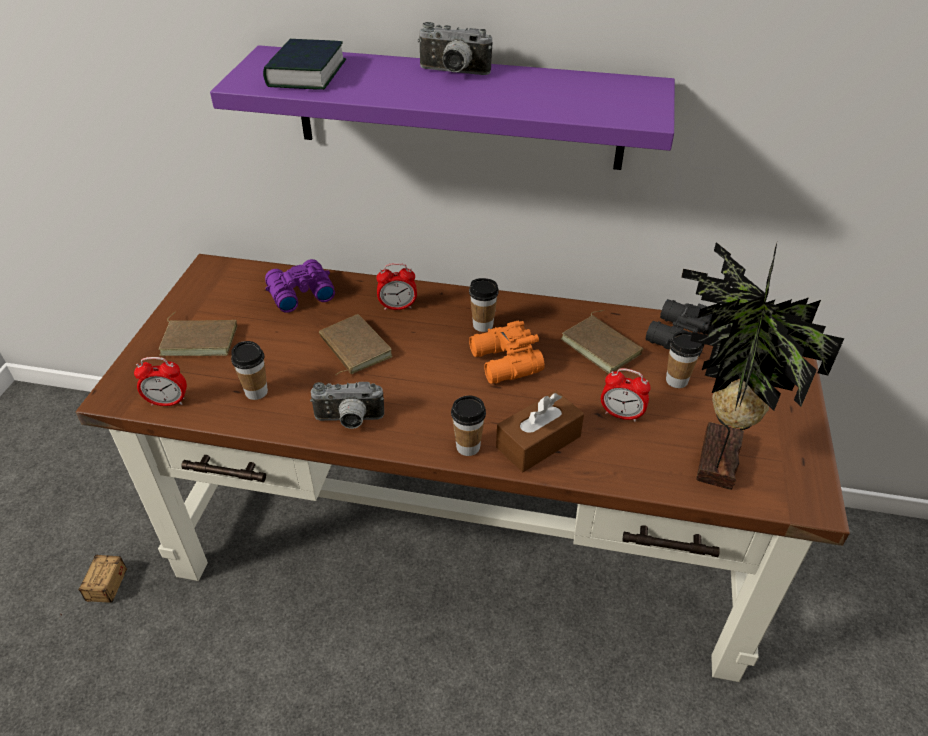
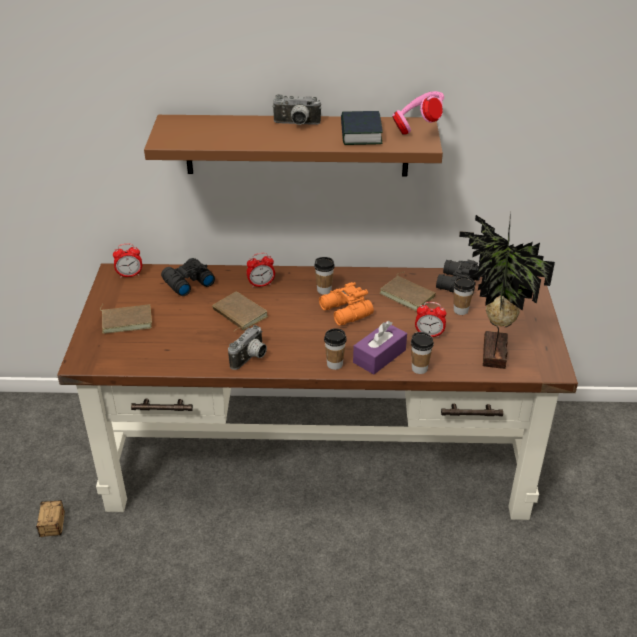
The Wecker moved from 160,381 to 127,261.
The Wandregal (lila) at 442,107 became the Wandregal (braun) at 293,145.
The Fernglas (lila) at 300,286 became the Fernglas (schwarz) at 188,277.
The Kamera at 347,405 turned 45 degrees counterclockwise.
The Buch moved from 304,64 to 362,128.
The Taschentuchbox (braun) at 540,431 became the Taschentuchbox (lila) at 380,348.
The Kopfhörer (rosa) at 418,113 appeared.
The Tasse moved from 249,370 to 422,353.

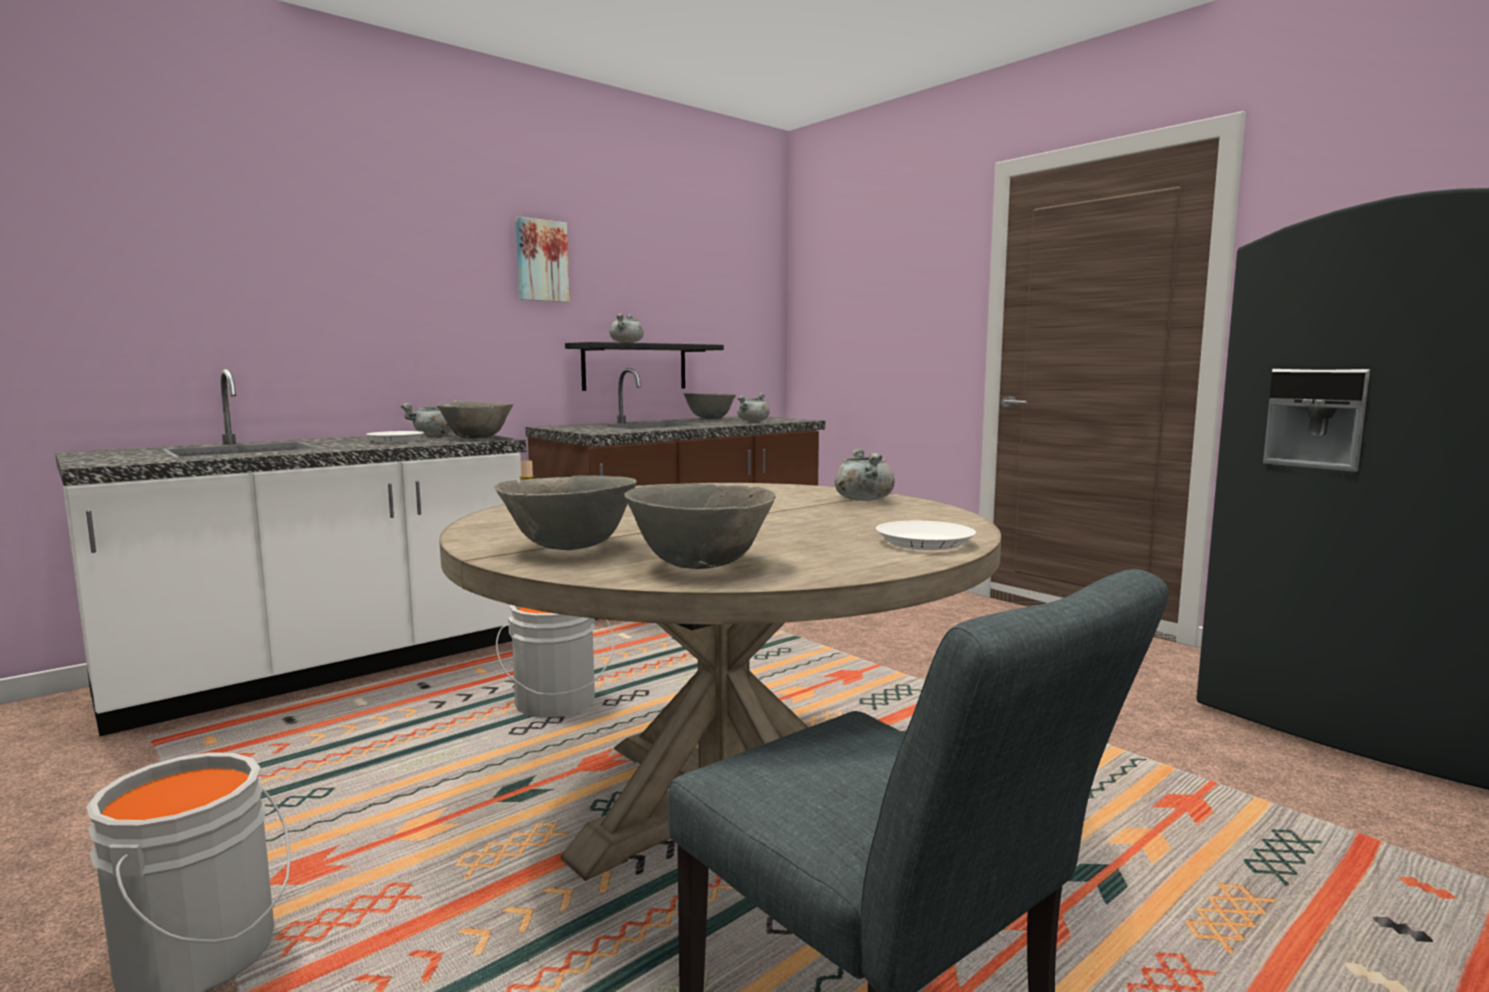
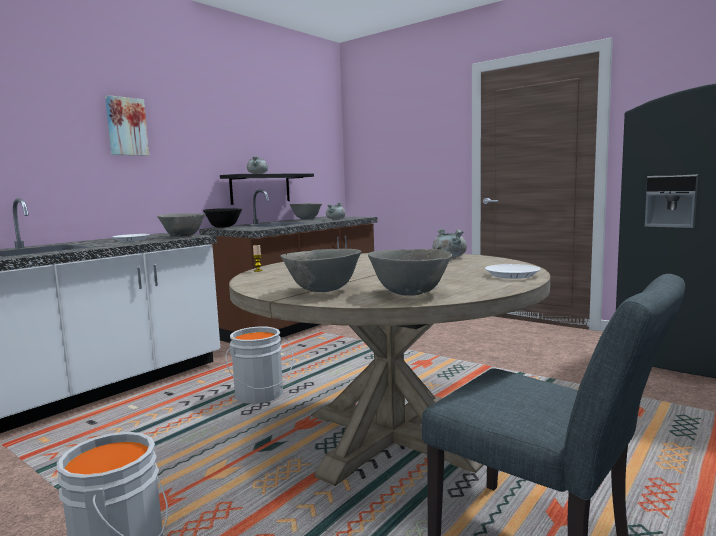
The Bild moved from 543,259 to 127,125.
The Schüssel (schwarz) at 222,218 appeared.
The Kochtopf (grau) at 430,418 disappeared.

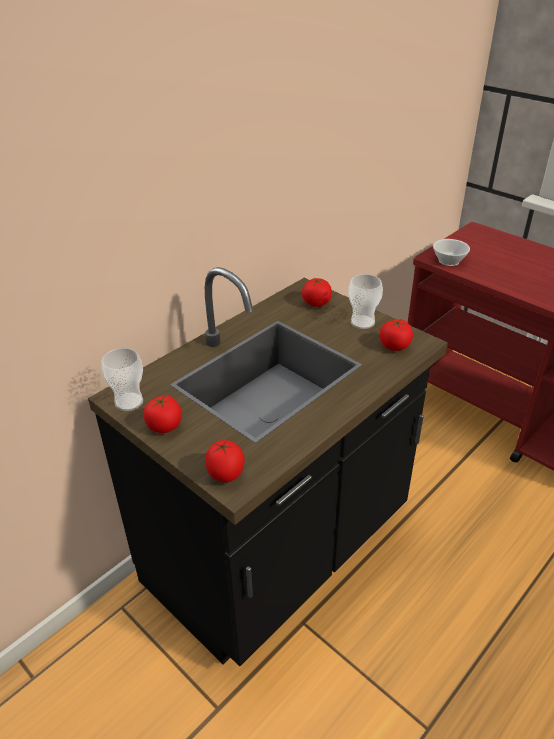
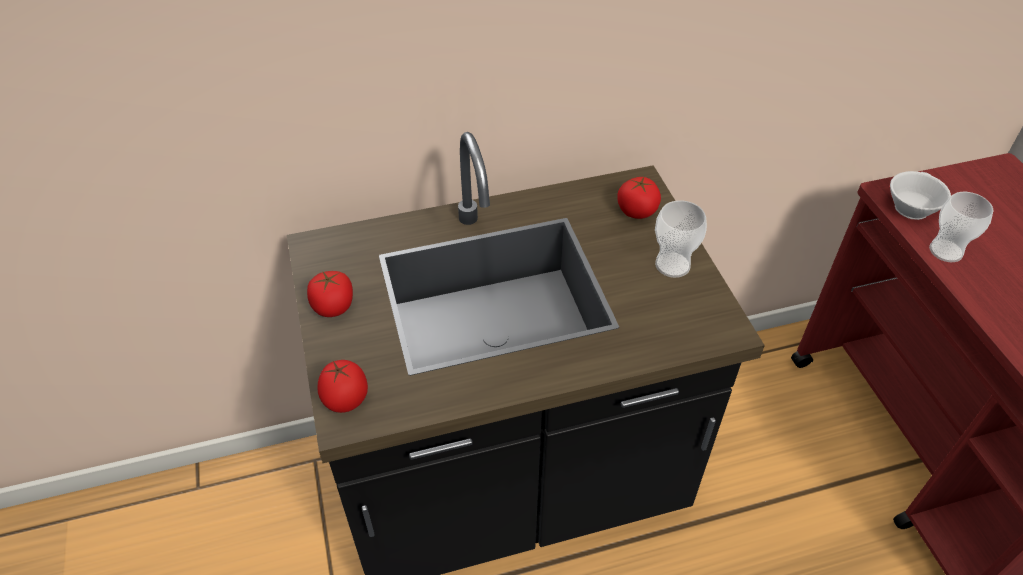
The Tasse moved from 122,379 to 961,227.
The Tomate at 396,335 disappeared.

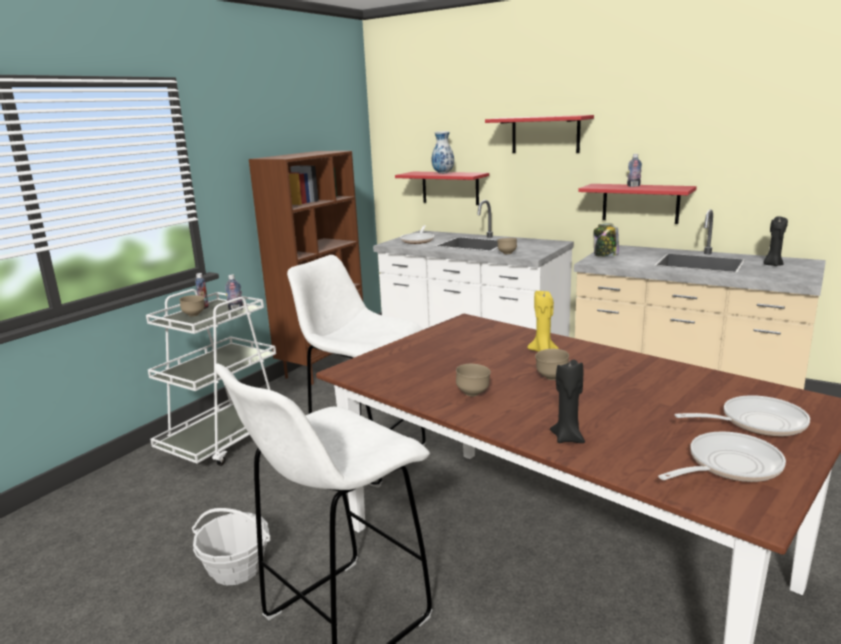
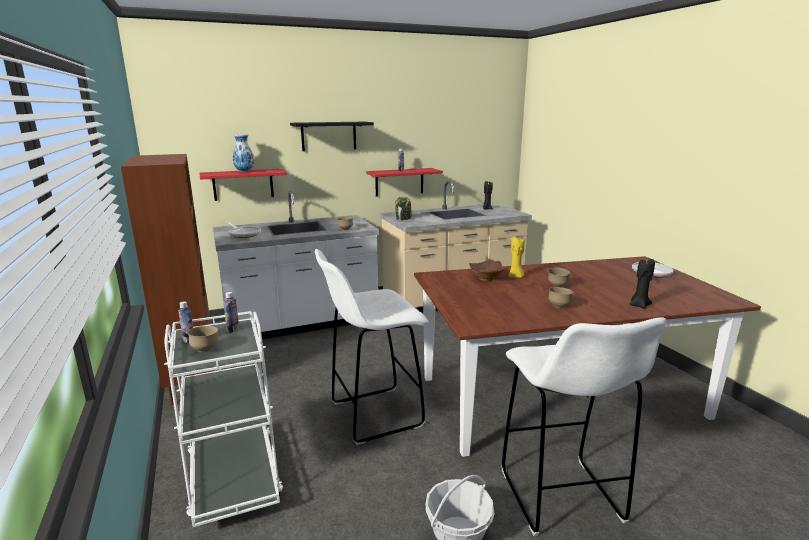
The Wandregal (rot) at 539,134 became the Wandregal (schwarz) at 332,136.
The Schüssel (braun) at 487,270 appeared.
The Pfanne at 722,456 disappeared.

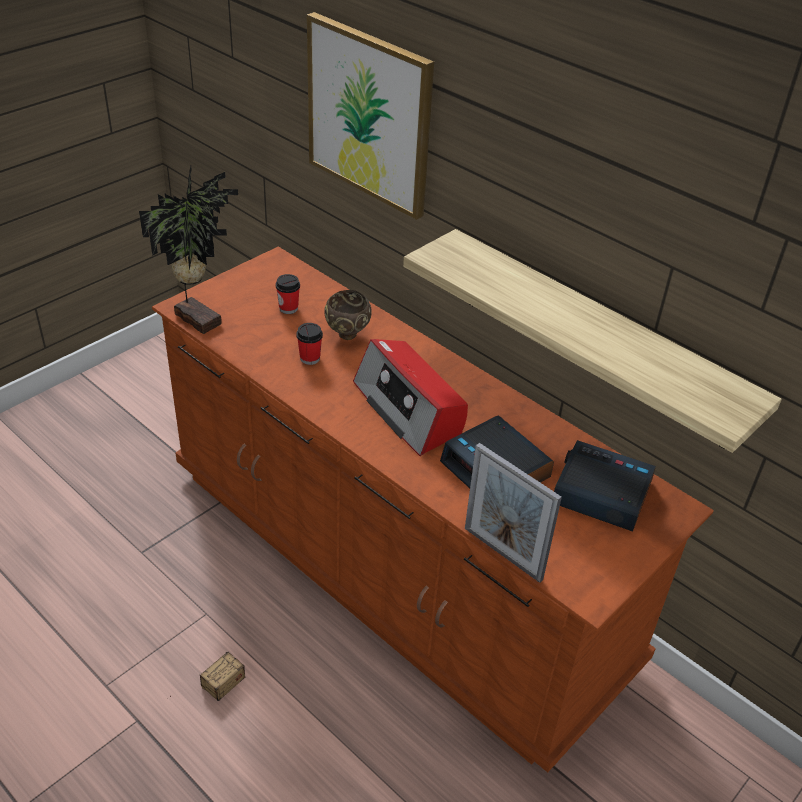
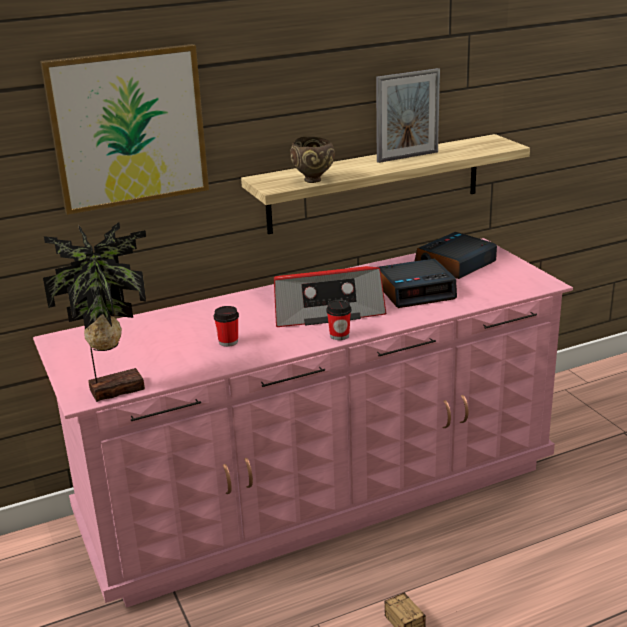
The Kommode (braun) at 433,510 became the Kommode (rosa) at 303,423.
The Schüssel (braun) moved from 348,315 to 312,160.
The Tasse moved from 287,294 to 338,320.
The Bilderrahmen moved from 513,513 to 408,115.

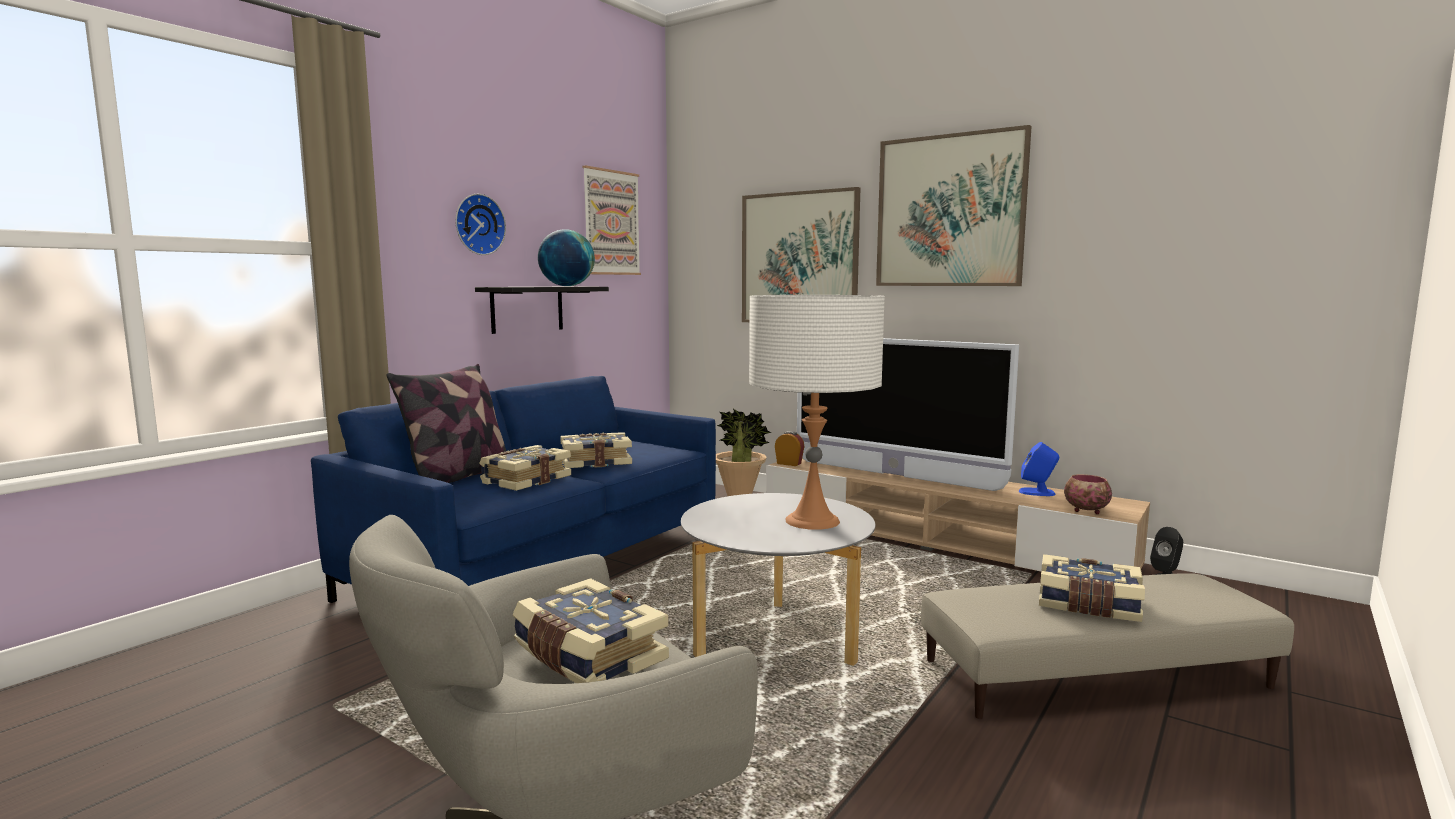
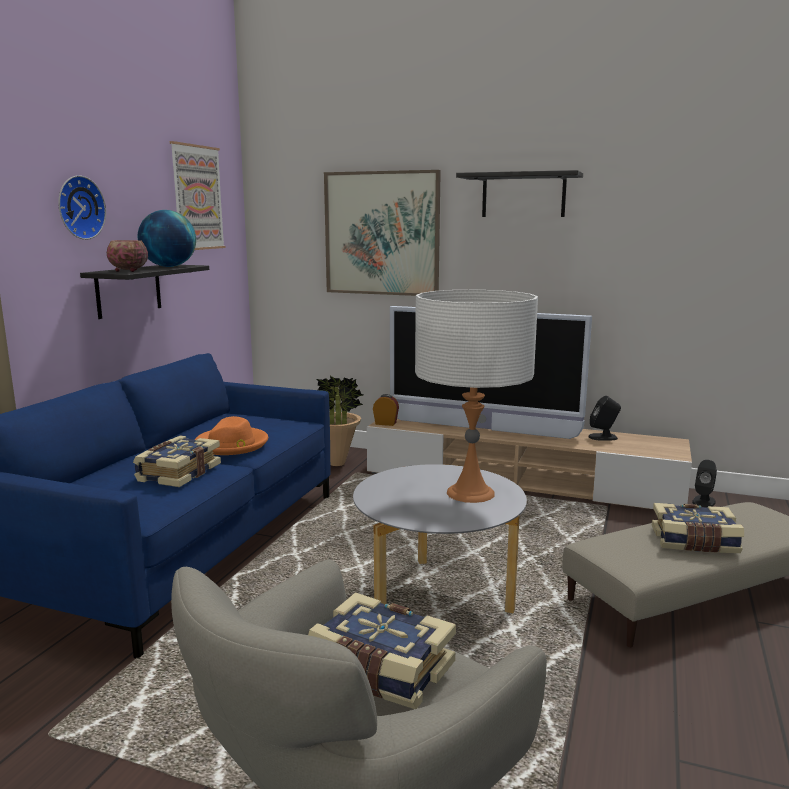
The Schüssel moved from 1088,494 to 127,256.
The Buch at 596,450 was replaced by the Hut (orange) at 231,435.
The Bild at 954,205 was replaced by the Wandregal (schwarz) at 519,193.
The Lautsprecher (blau) at 1039,469 became the Lautsprecher (schwarz) at 604,418.
The Kissen at 446,423 disappeared.

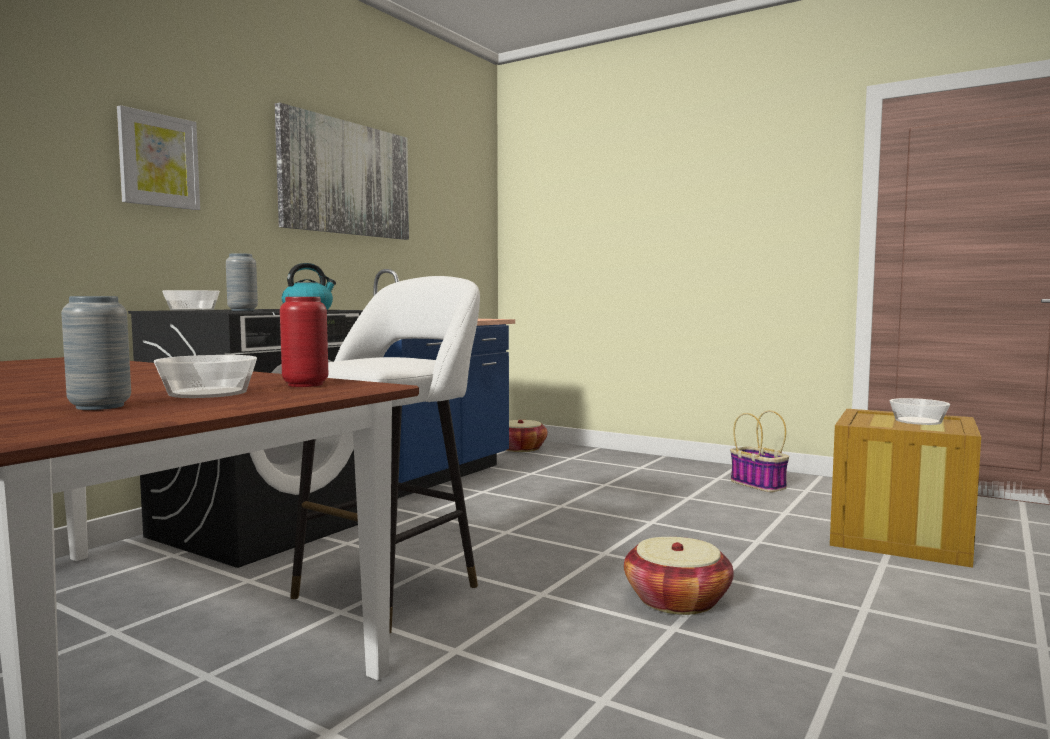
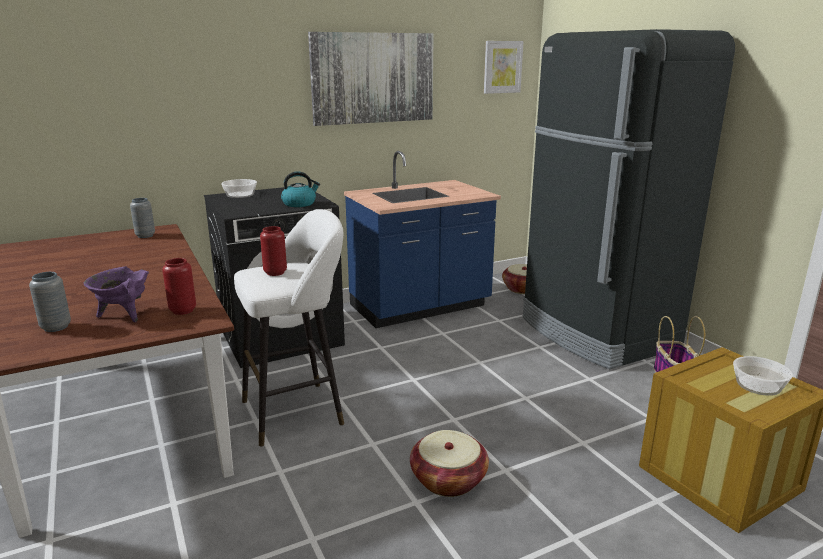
The Schüssel at 205,376 was replaced by the Kochtopf (lila) at 116,294.
The Vase (grau) moved from 242,282 to 142,218.
The Vase (rot) at 273,251 appeared.
The Bild moved from 158,157 to 504,67.
The Kühlschrank (schwarz) at 629,199 appeared.

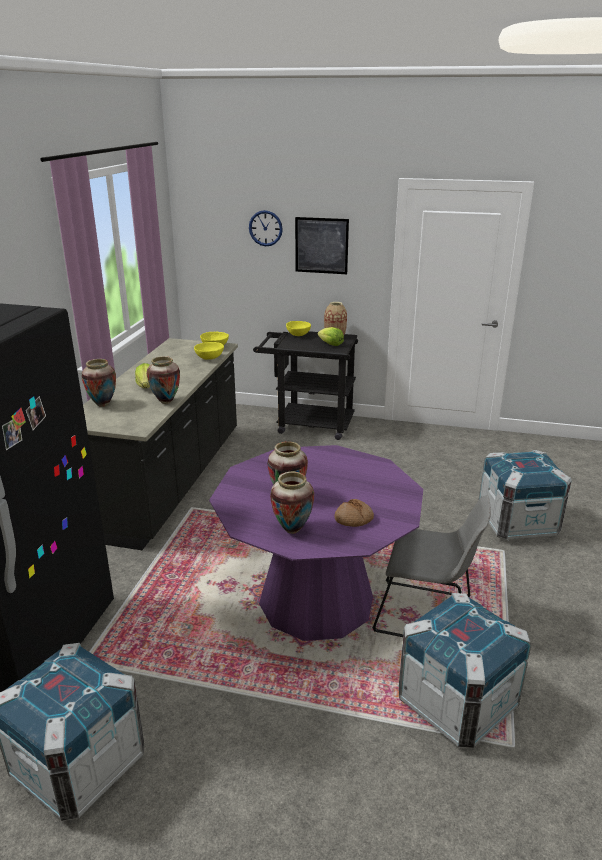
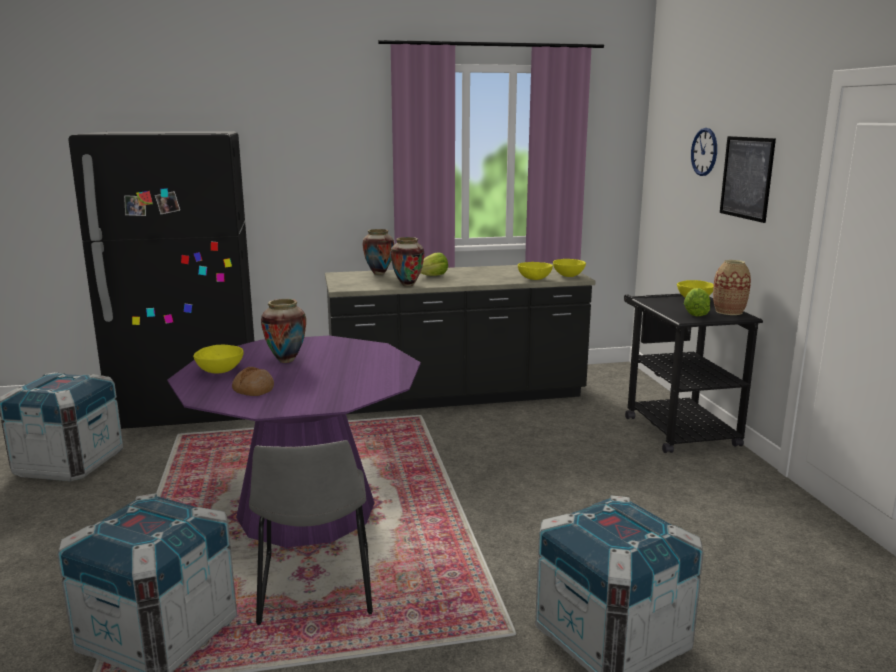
The Vase at 292,503 was replaced by the Schüssel (gelb) at 218,359.

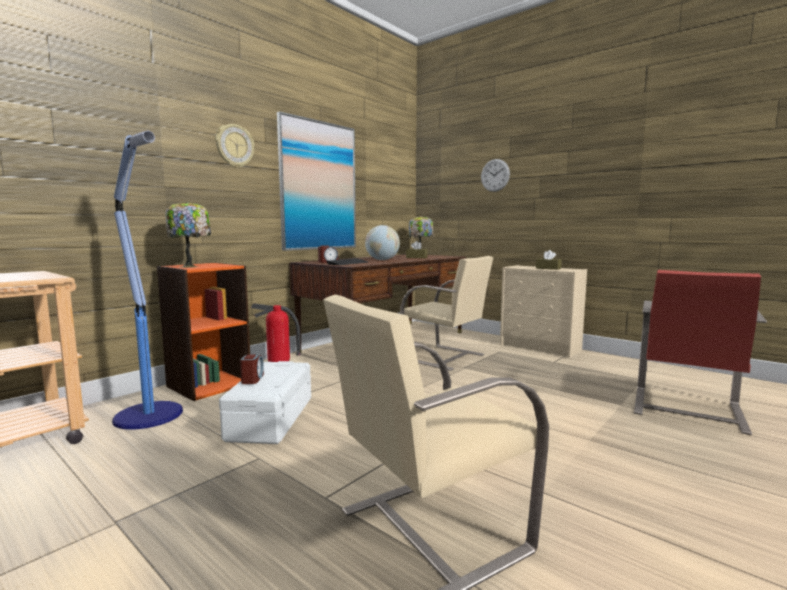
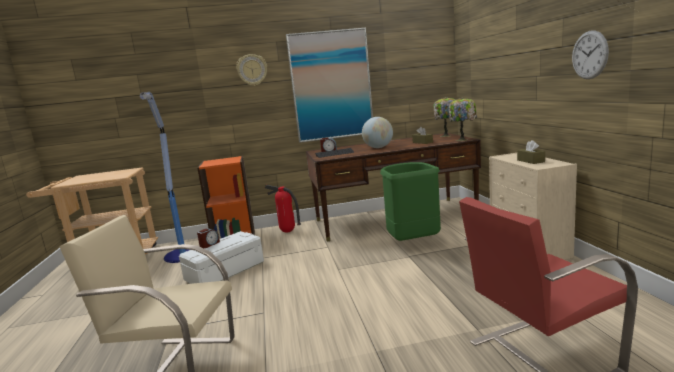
The Stuhl (beige) at 446,313 was replaced by the Mülleimer (grün) at 410,201.
The Tischlampe moved from 188,234 to 463,119.
The Wanduhr moved from 495,175 to 590,55.

